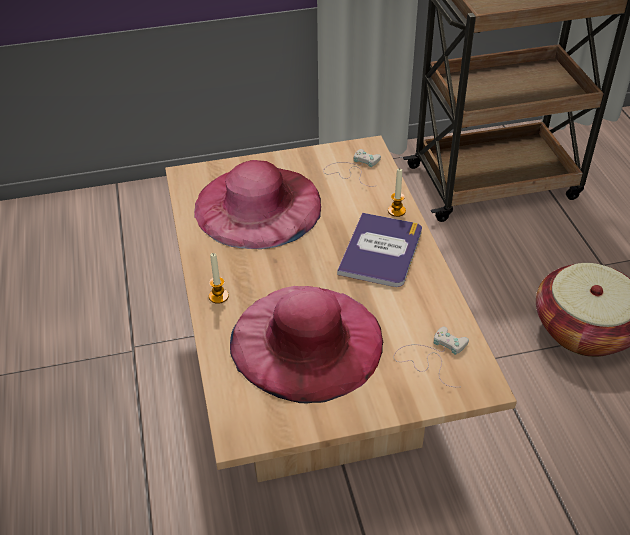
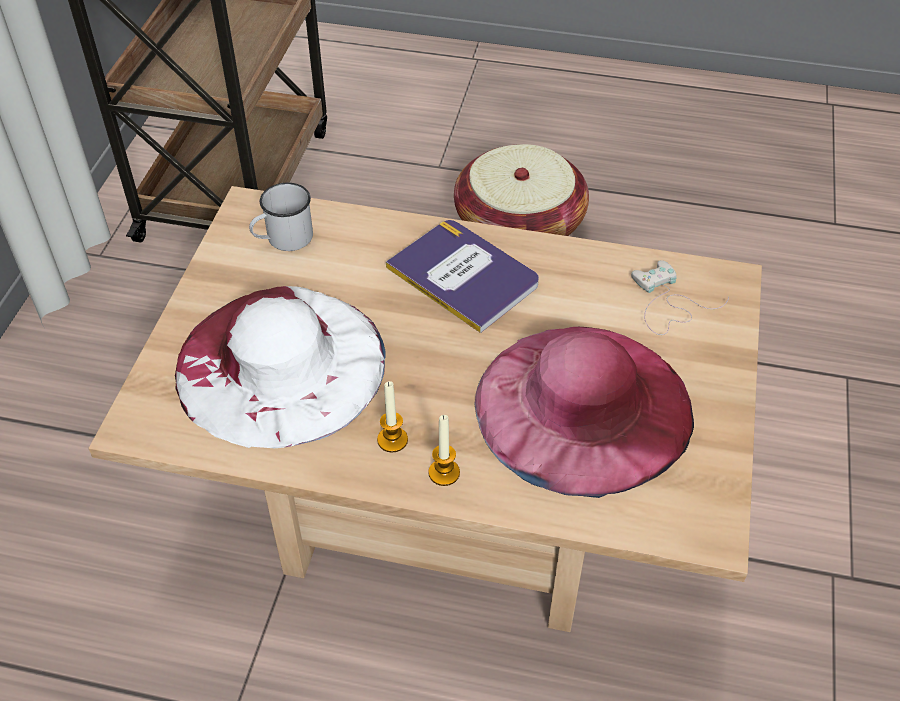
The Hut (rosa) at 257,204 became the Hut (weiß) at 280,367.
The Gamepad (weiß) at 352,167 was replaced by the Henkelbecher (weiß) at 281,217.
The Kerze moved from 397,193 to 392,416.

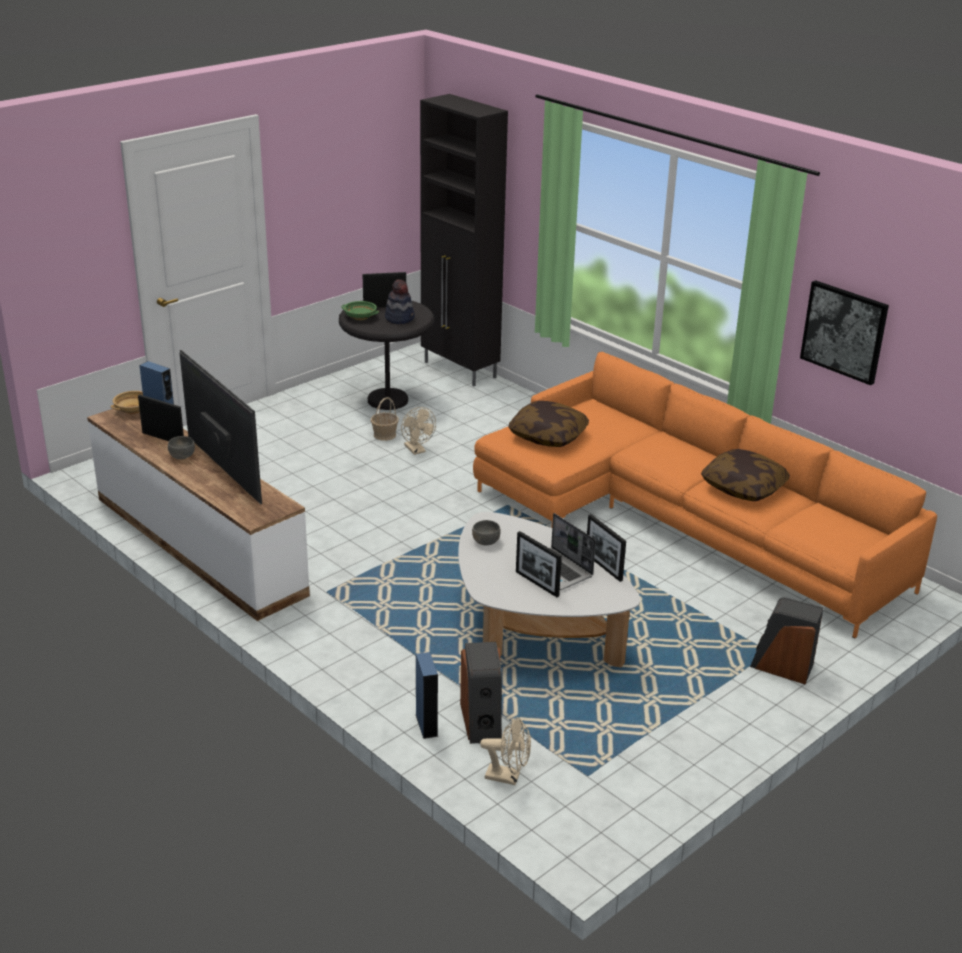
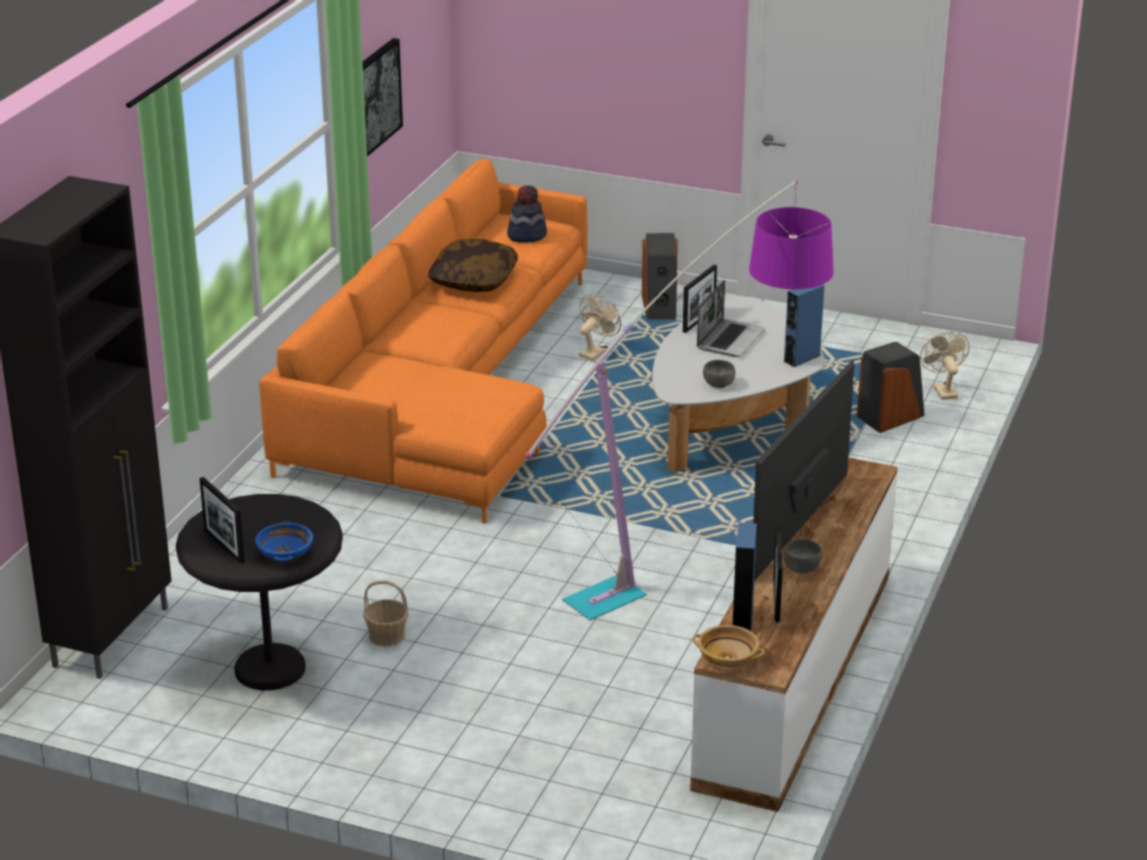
The Schüssel (grün) at 360,310 became the Schüssel (blau) at 284,541.
The Hut moved from 400,301 to 527,214.
The Stehlampe at 679,400 appeared.
The Ventilator (beige) moved from 418,431 to 600,327.
The Lautsprecher (blau) moved from 427,695 to 804,326.
The Kissen at 548,424 disappeared.
The Bilderrahmen at 539,564 disappeared.

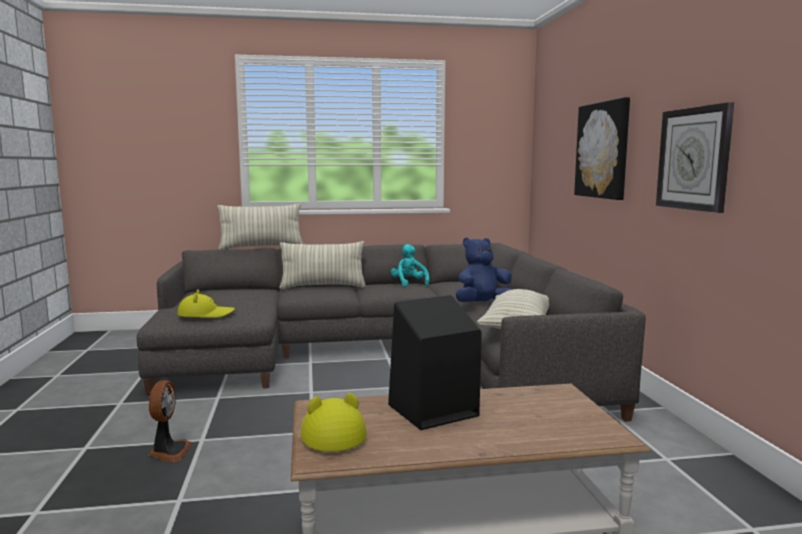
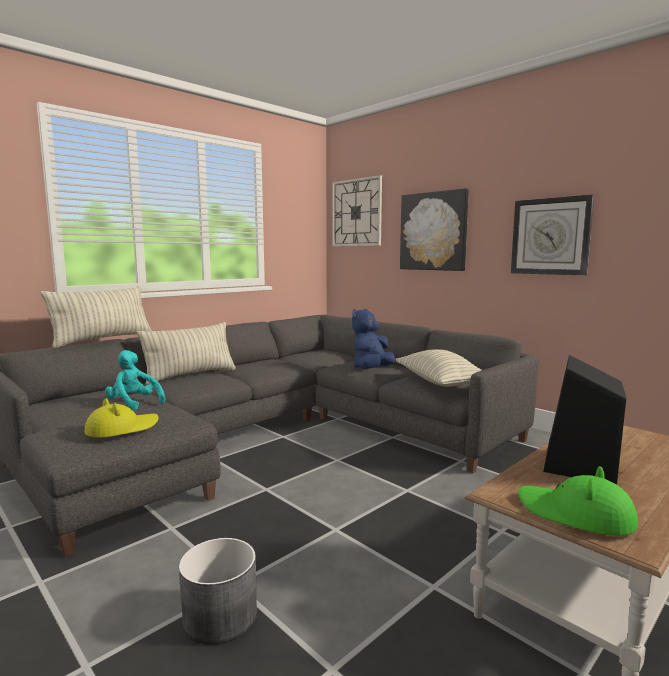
The Plüschtier (türkis) moved from 410,265 to 135,380.
The Ventilator at 170,421 was replaced by the Pflanzkübel (grau) at 218,591.
The Wanduhr at 357,210 appeared.
The Hut (gelb) at 334,422 became the Hut (grün) at 578,501.

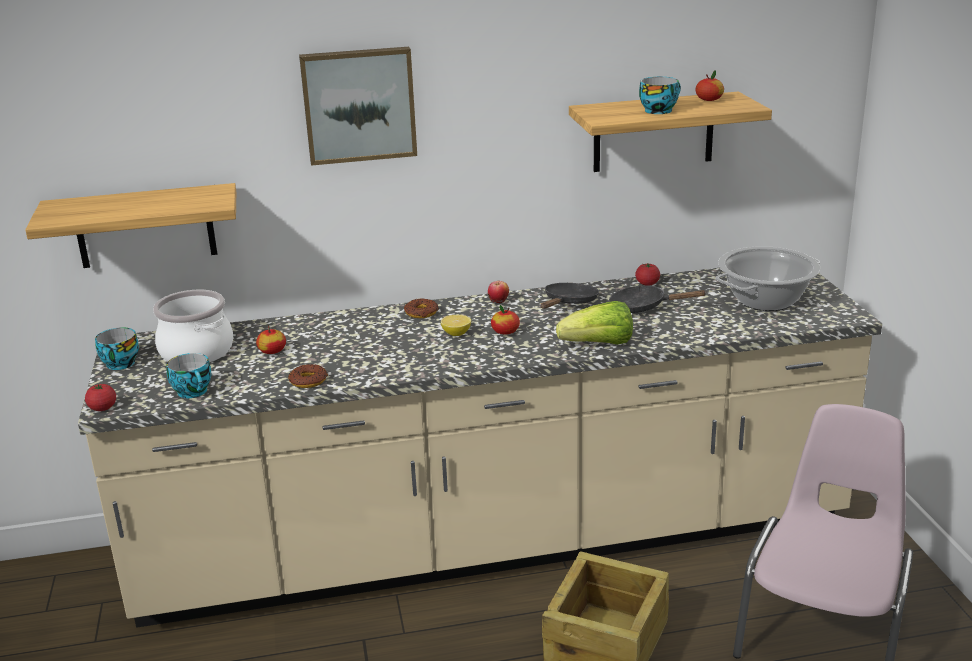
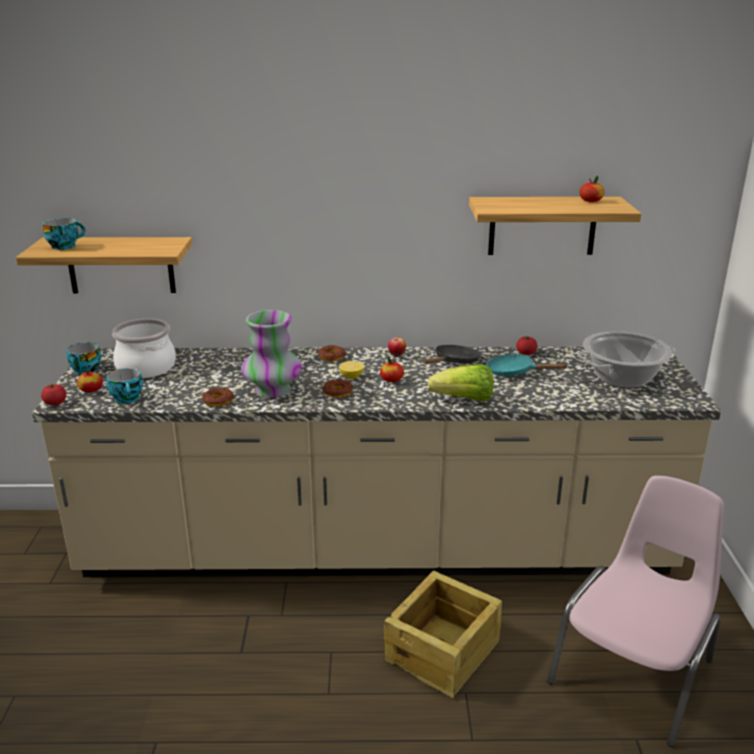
The Tasse moved from 660,95 to 63,234.
The Apfel moved from 271,339 to 90,380.
The Vase at 271,353 appeared.
The Donut at 337,388 appeared.
The Pfanne (schwarz) at 658,299 became the Pfanne (türkis) at 527,365.
The Bild at 358,106 disappeared.

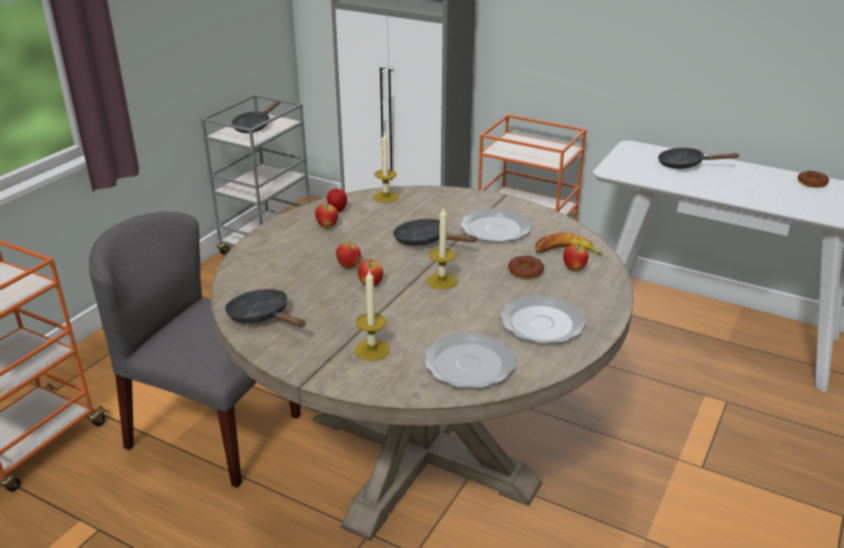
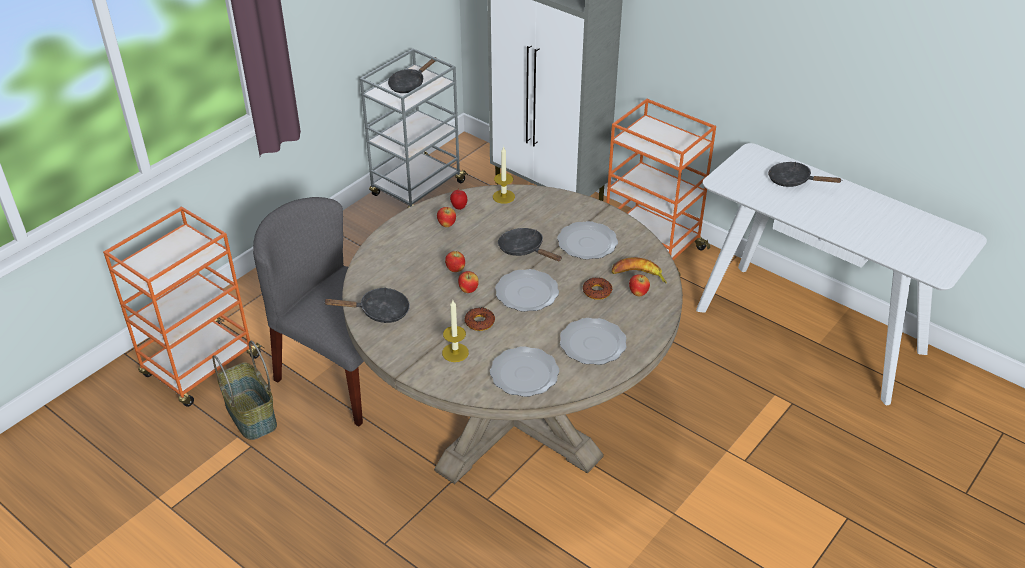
The Korb at 244,390 appeared.
The Pfanne (schwarz) at 265,308 turned 120 degrees clockwise.
The Donut moved from 813,179 to 479,319.
The Kerze at 442,248 was replaced by the Teller at 527,290.

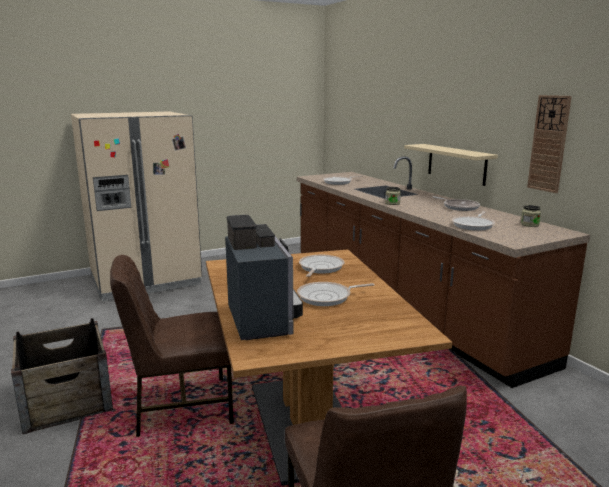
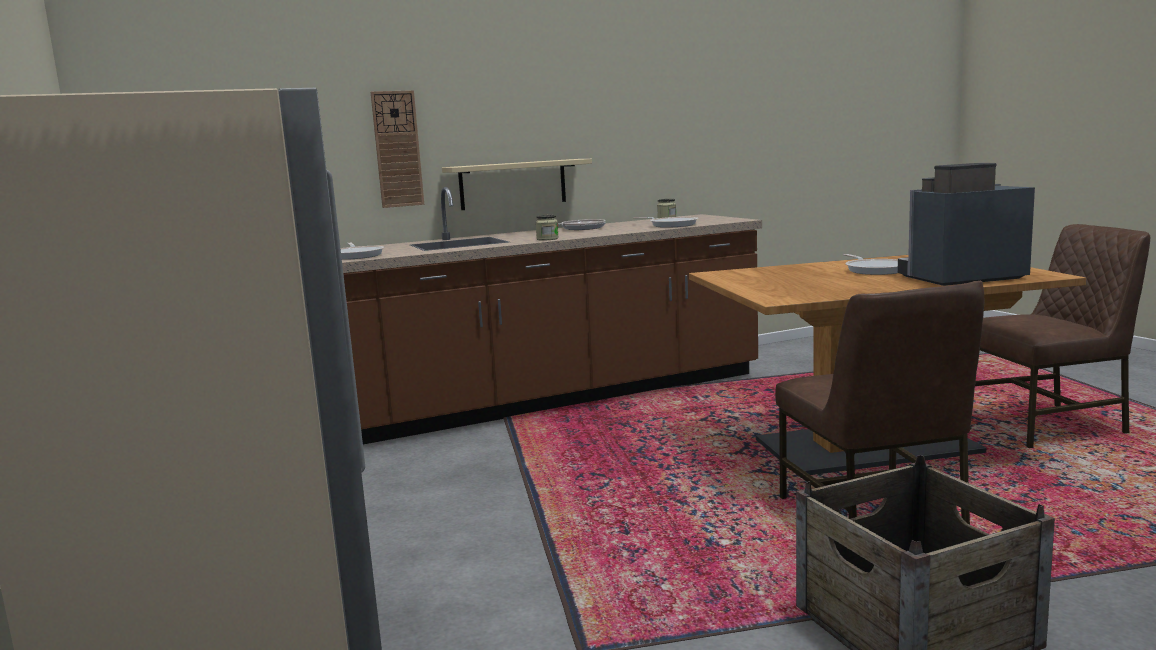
The Wanduhr moved from 549,144 to 397,149.
The Pfanne at 322,266 disappeared.

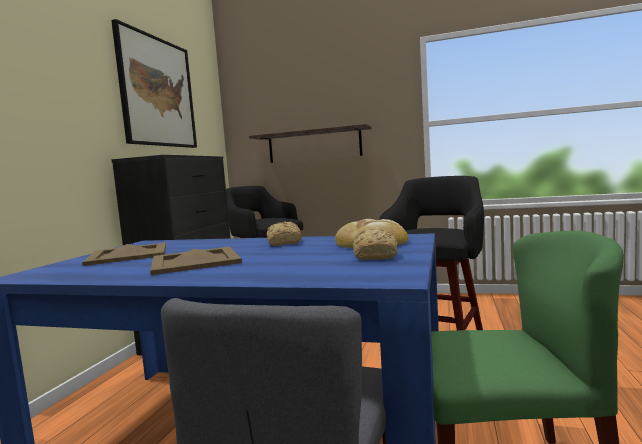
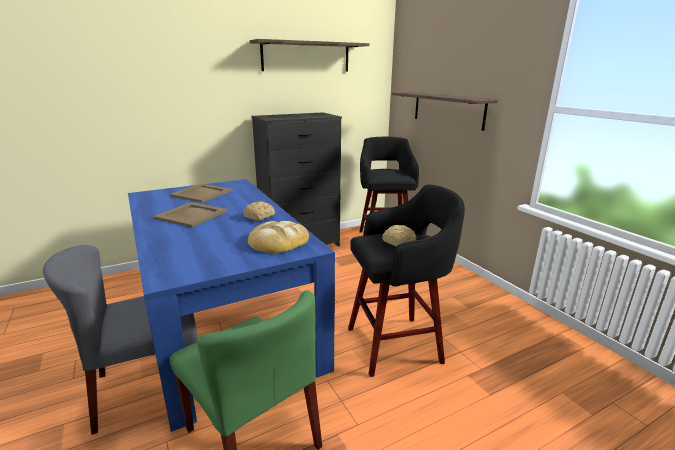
The Bild at 154,83 was replaced by the Wandregal at 309,55.
The Brot moved from 375,244 to 399,236.

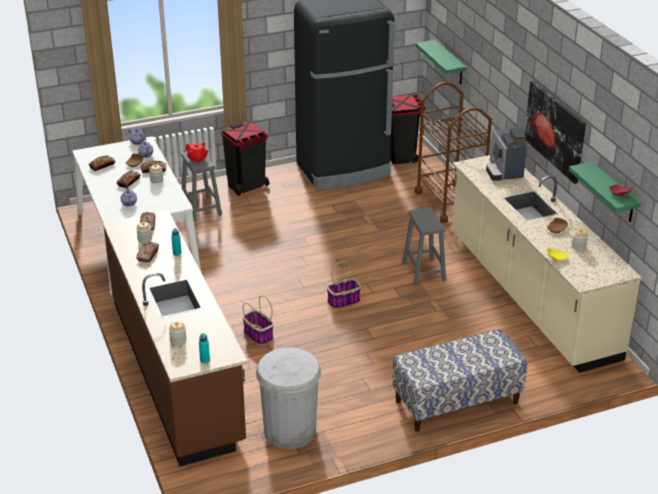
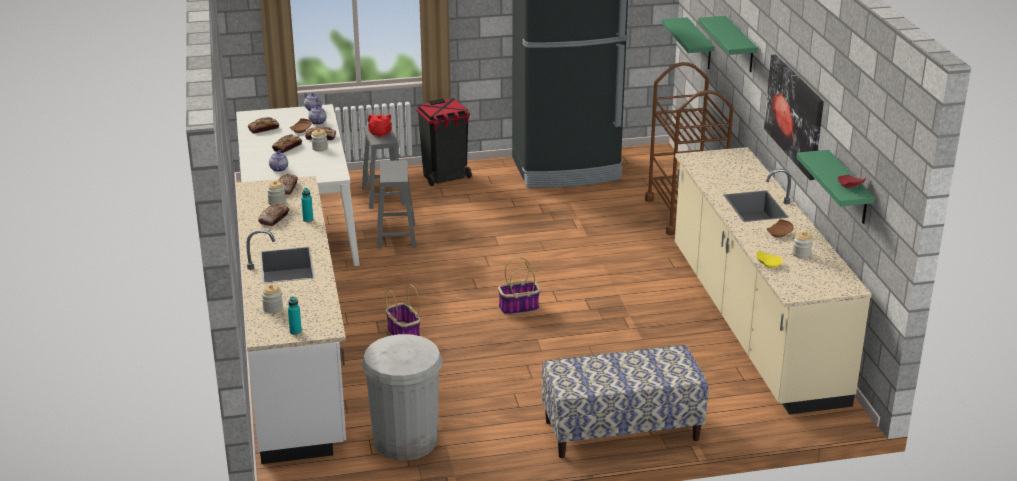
The Küchenzeile (braun) at 175,338 became the Küchenzeile (weiß) at 291,320.
The Hocker (grau) moved from 424,246 to 396,204.
The Wandregal (grün) at 728,44 appeared.
The Mülleimer (schwarz) at 407,129 disappeared.
The Kaffeemaschine at 506,154 disappeared.

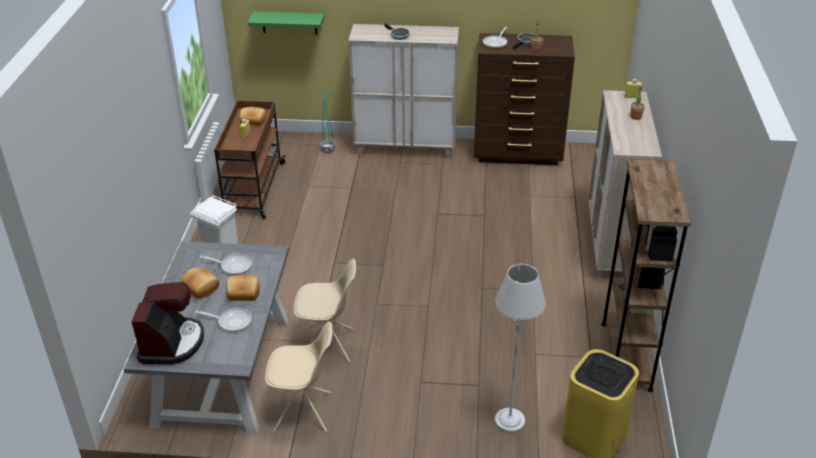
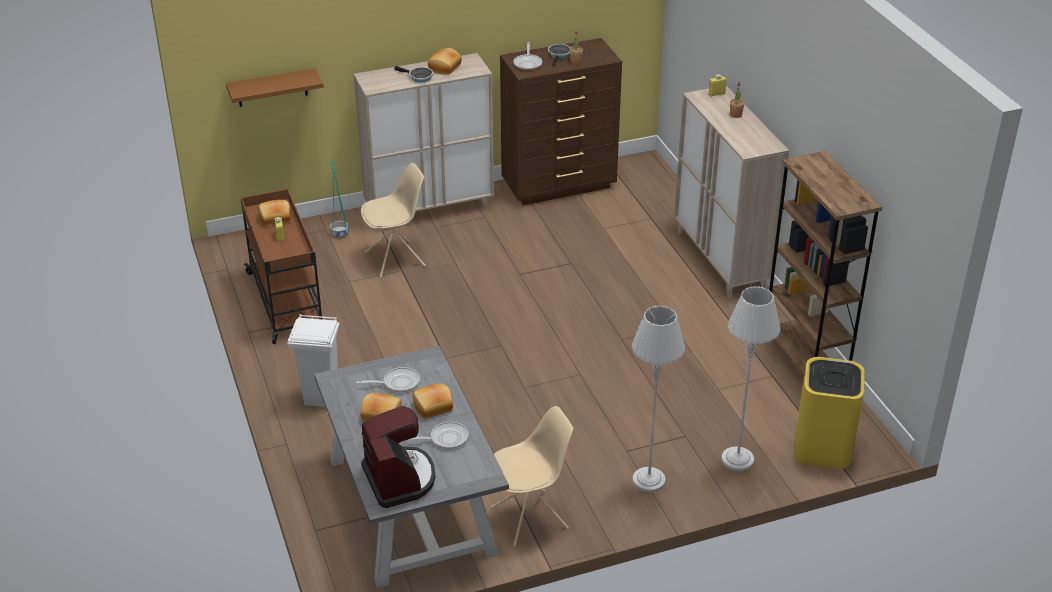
The Wandregal (grün) at 286,22 became the Wandregal (braun) at 275,87.
The Stuhl (beige) moved from 325,310 to 393,220.
The Brot at 445,61 appeared.
The Stehlampe (grau) at 658,399 appeared.

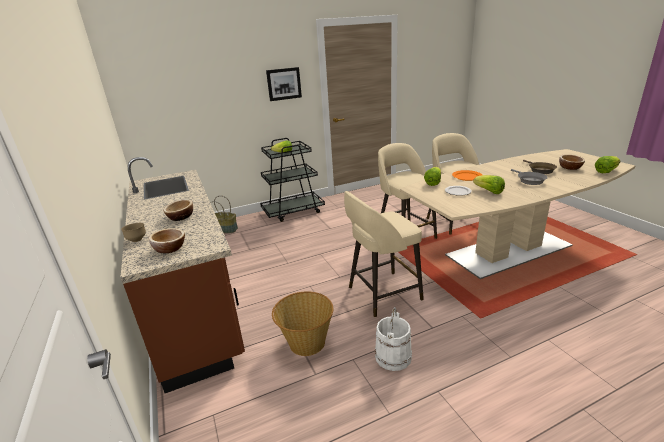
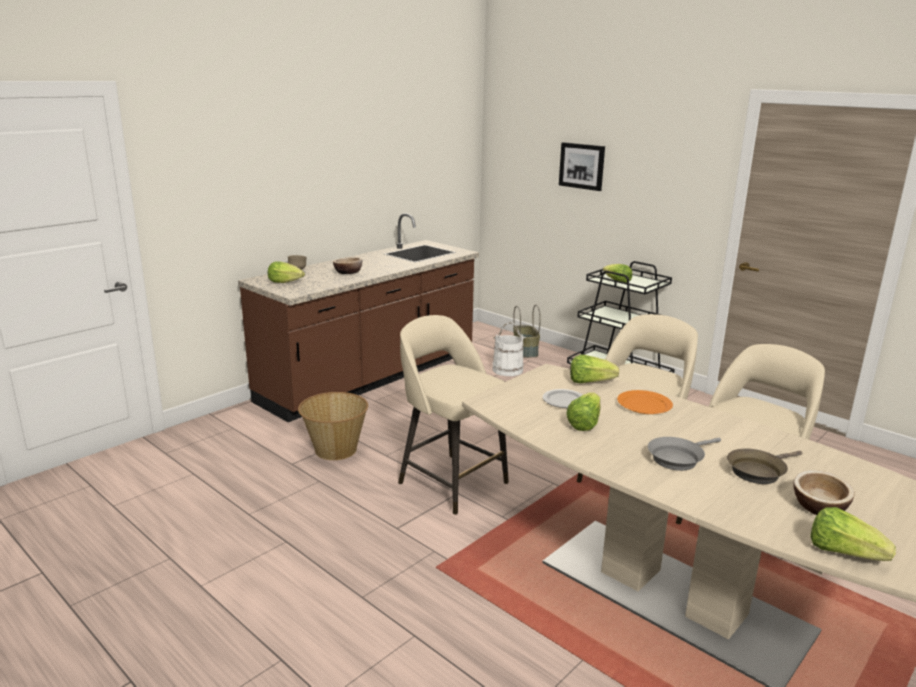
The Schüssel at 167,240 was replaced by the Salatkopf at 286,272.
The Eimer (weiß) moved from 393,339 to 509,349.
The Bild moved from 284,84 to 582,166.

